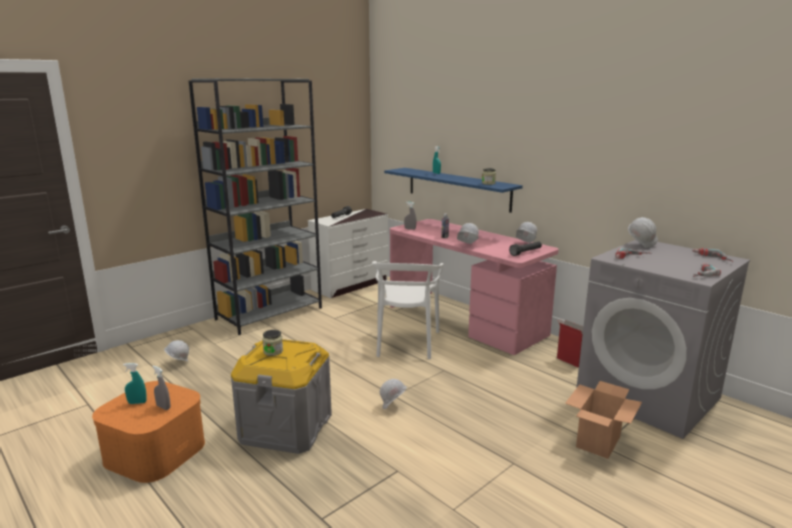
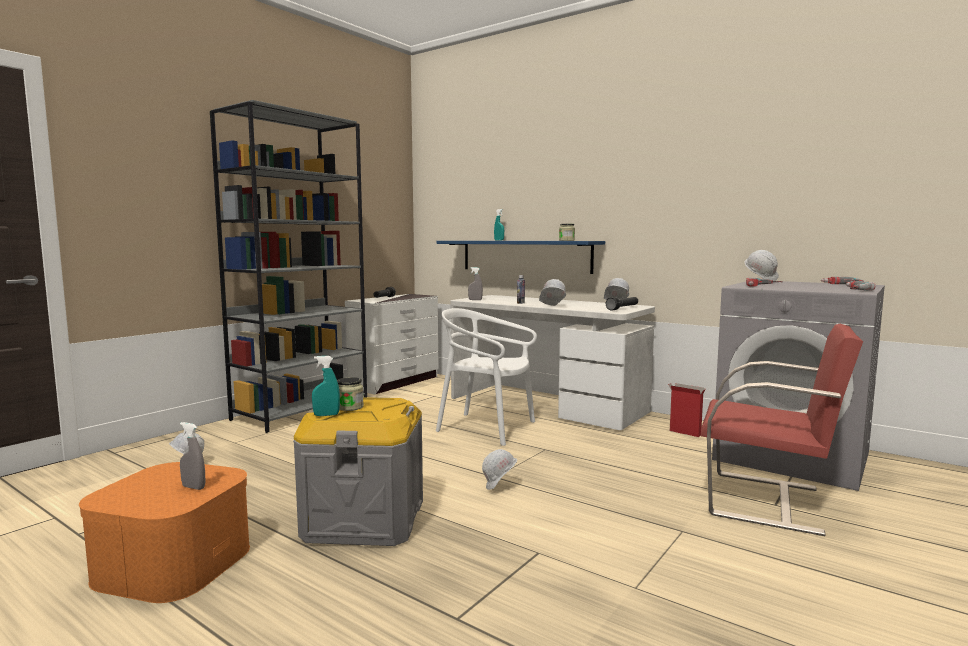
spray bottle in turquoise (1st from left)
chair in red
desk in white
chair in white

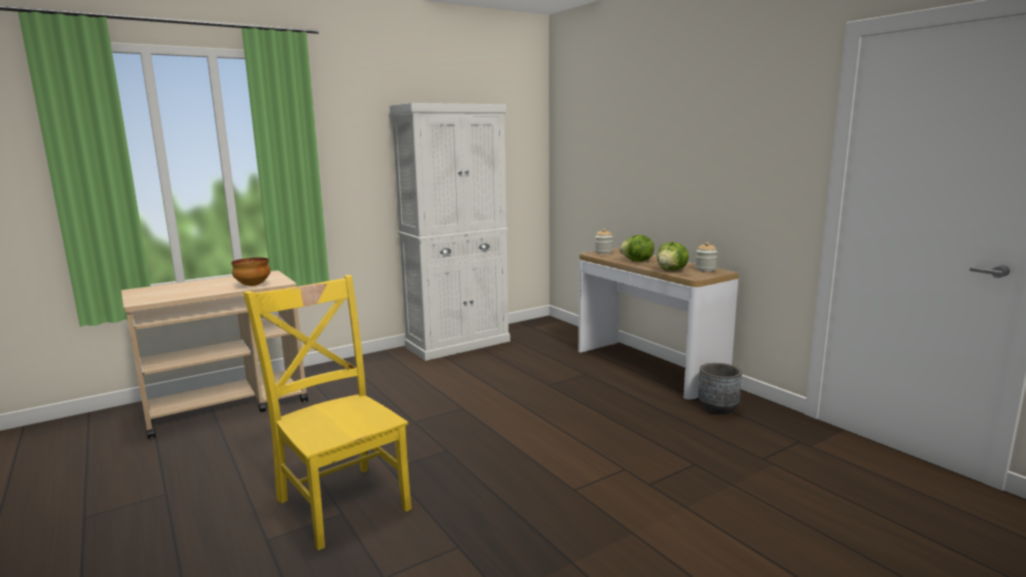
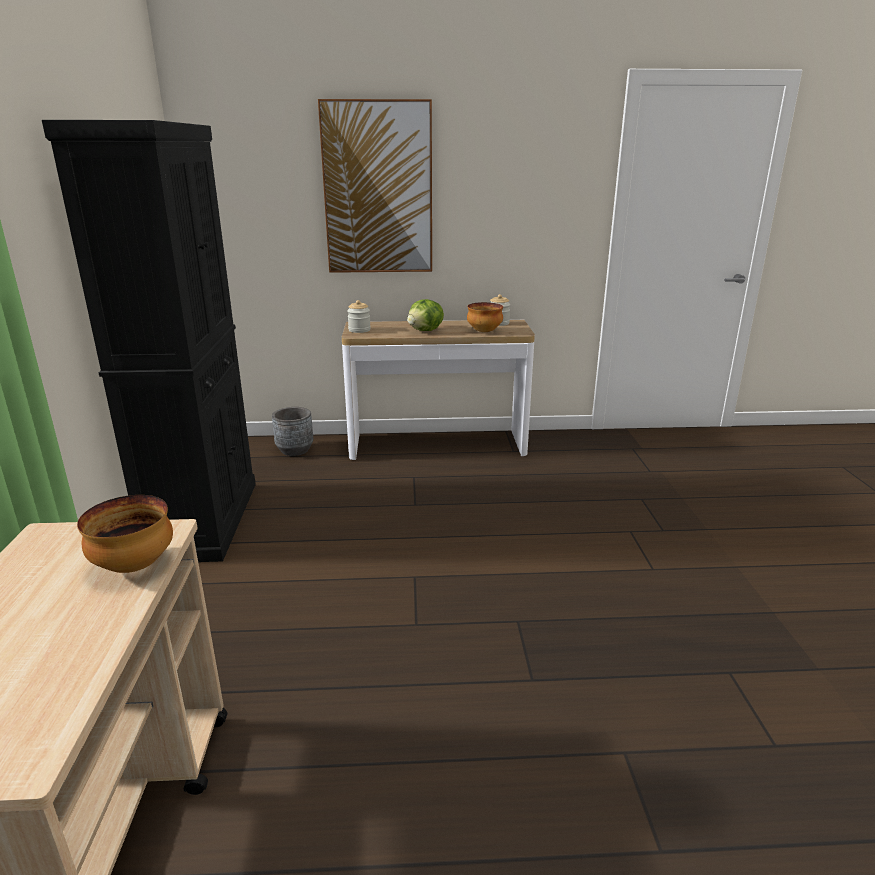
chair in yellow
picture
planter in grey
bowl (2nd from left)
cabinet in black

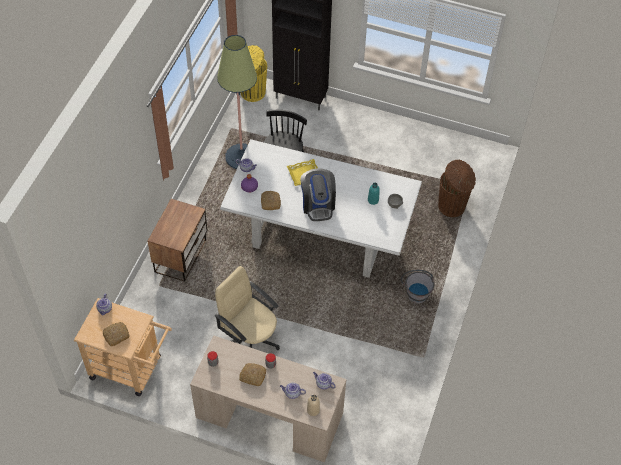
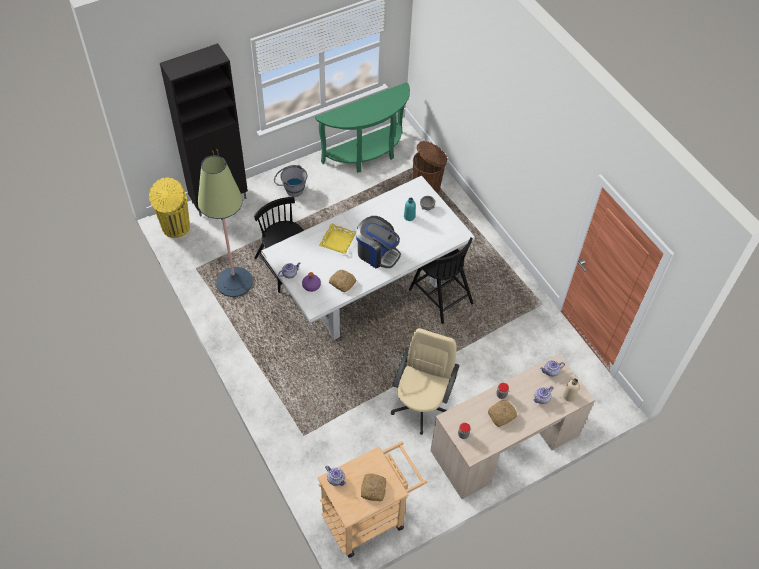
nightstand
console table in green
chair in black (2nd from left)
bucket in grey
office chair in beige

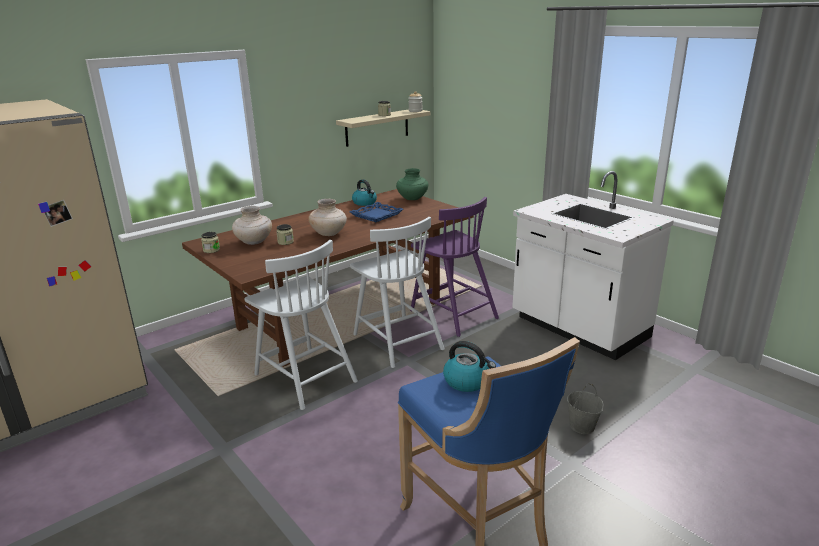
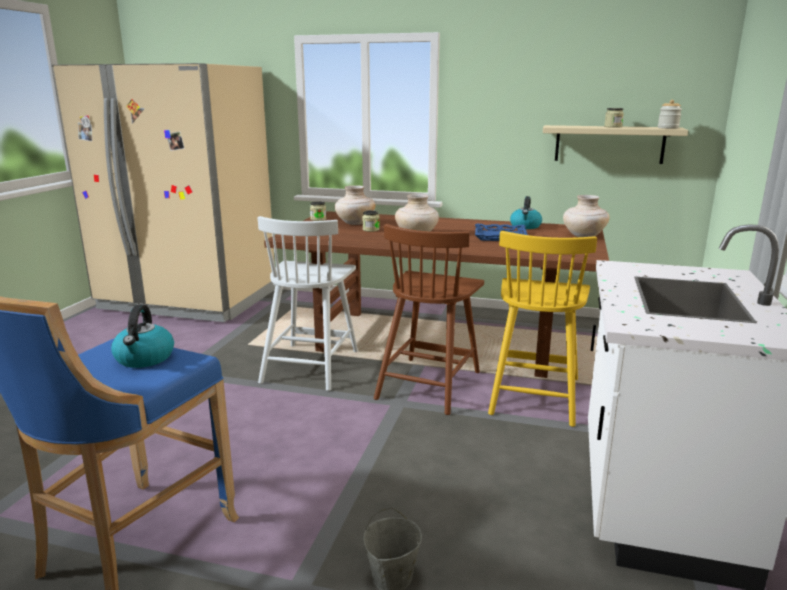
chair in brown
vase in beige (3rd from left)
chair in yellow

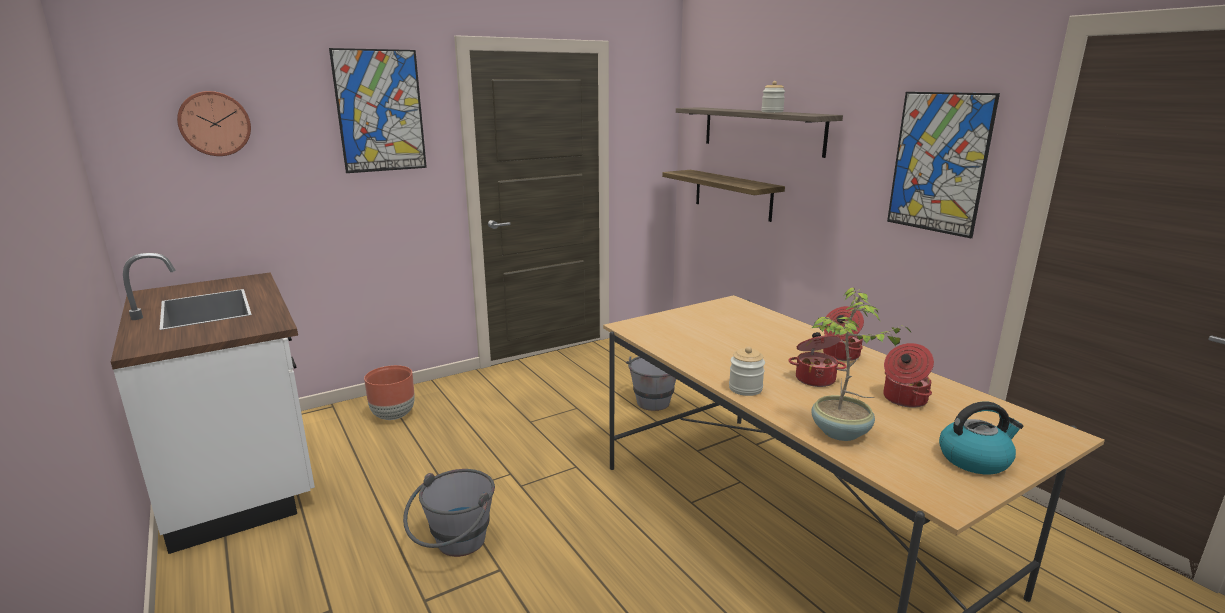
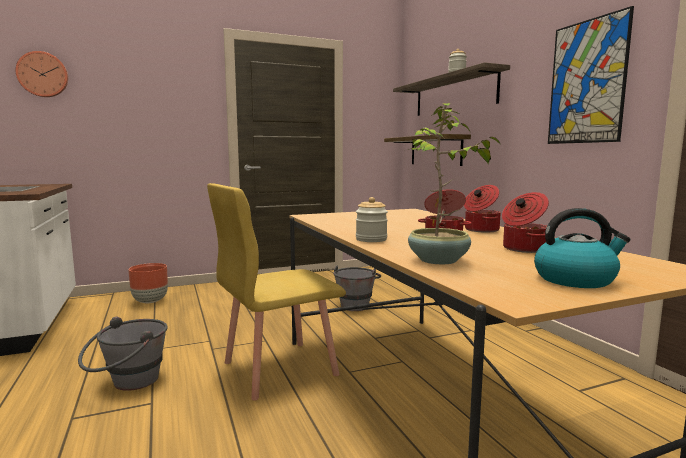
picture (1st from left in the first image)
chair in yellow

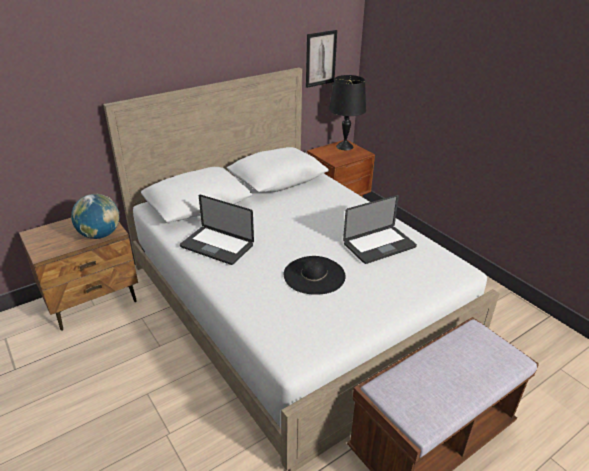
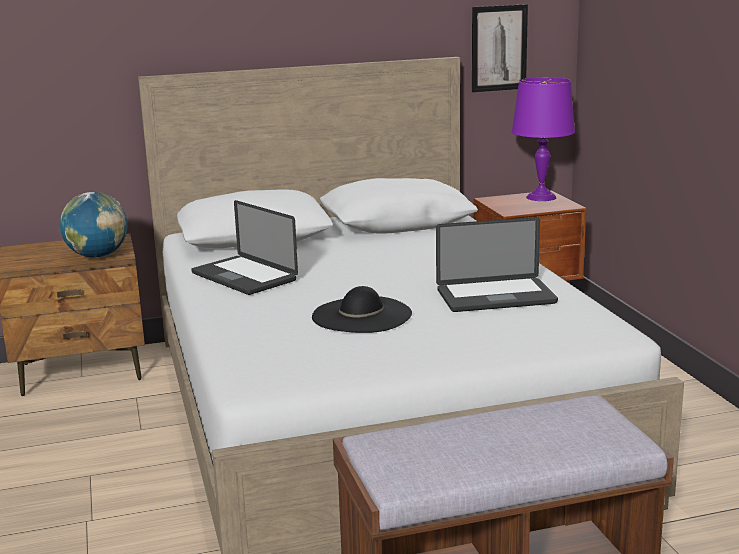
table lamp in purple

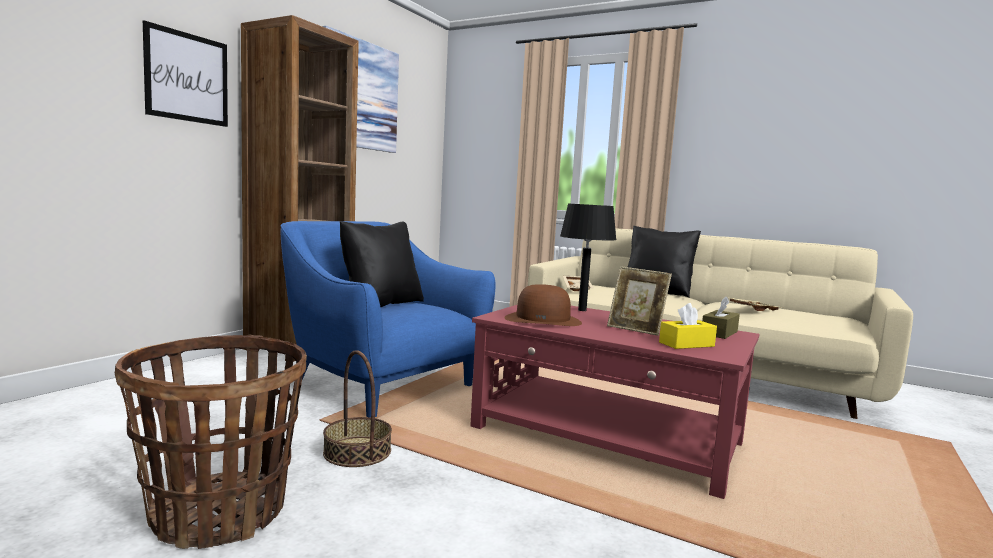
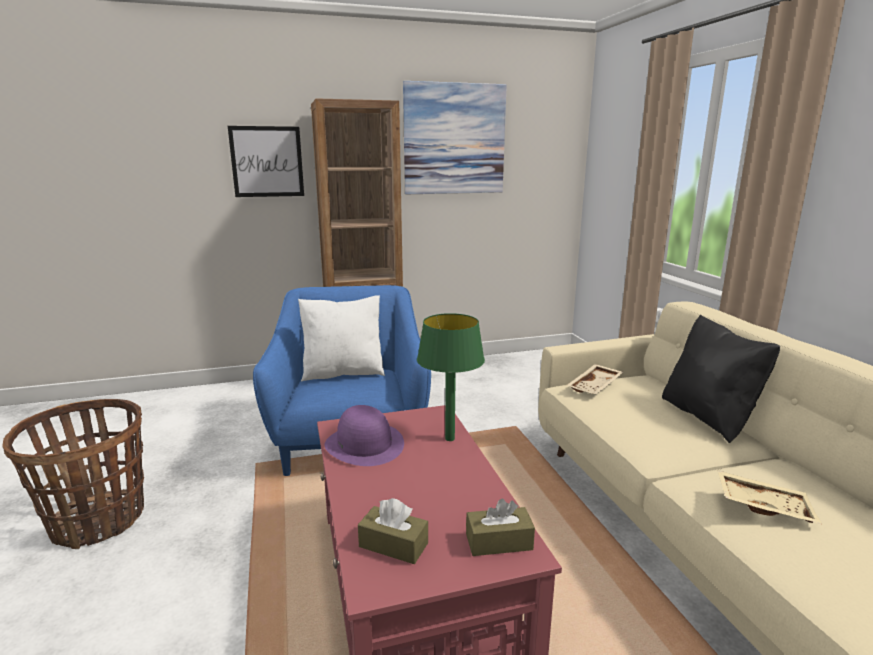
basket (2nd from left in the first image)
picture frame
pillow in white
hat in purple
table lamp in green
tissue box in brown (1st from left)

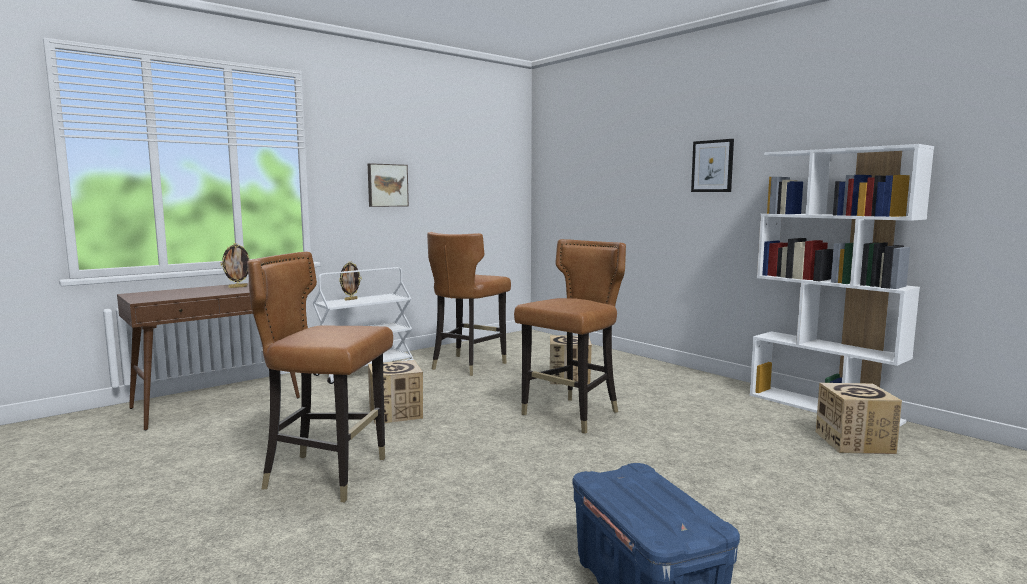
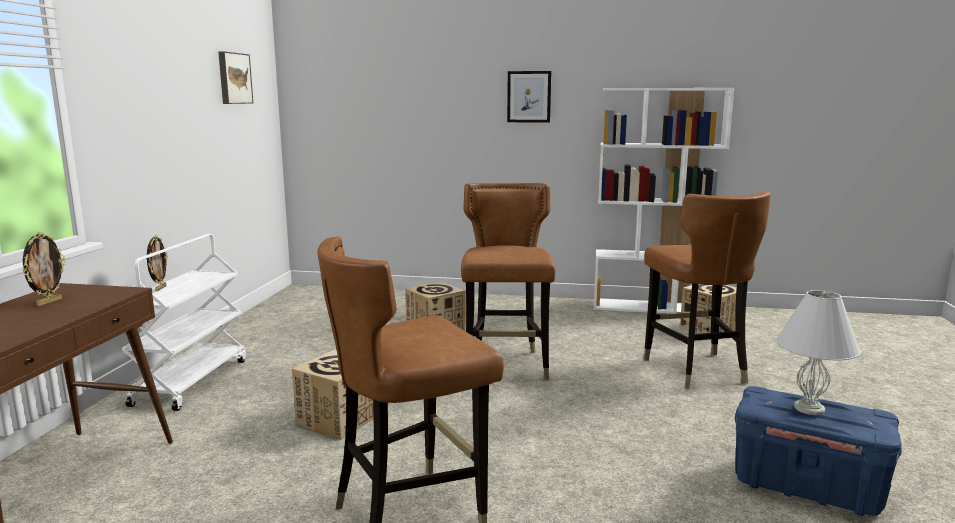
table lamp in white
picture (1st from left)
chair in brown (3rd from left)

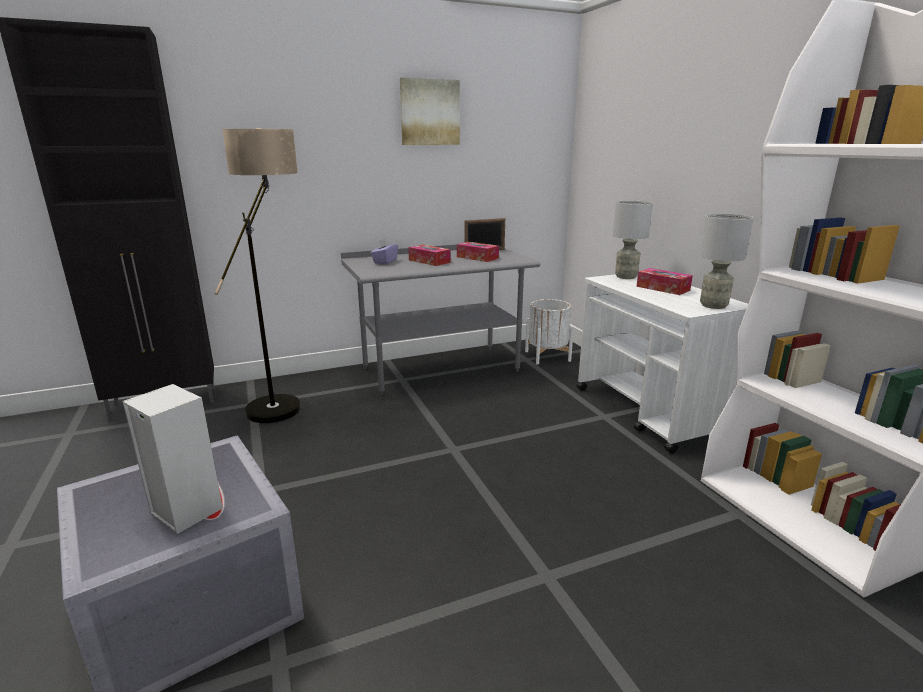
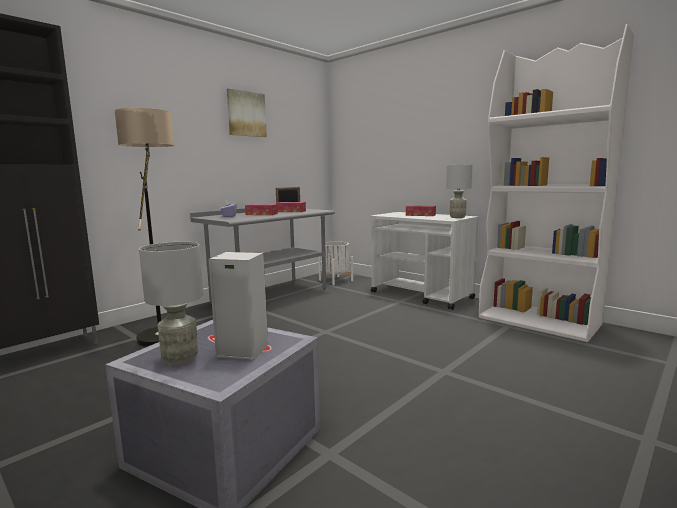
table lamp in grey (1st from left)

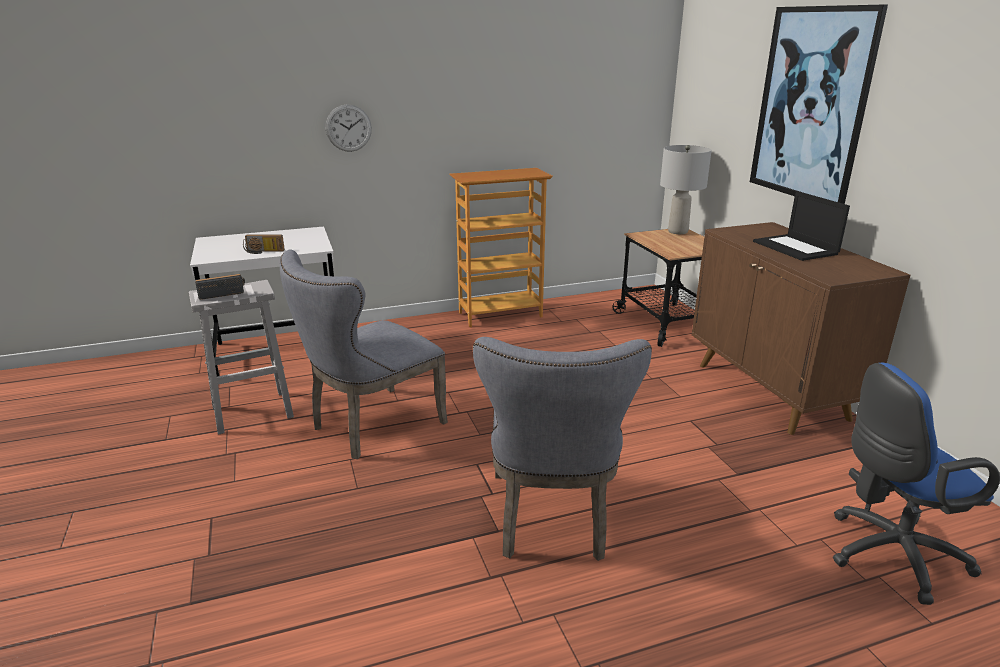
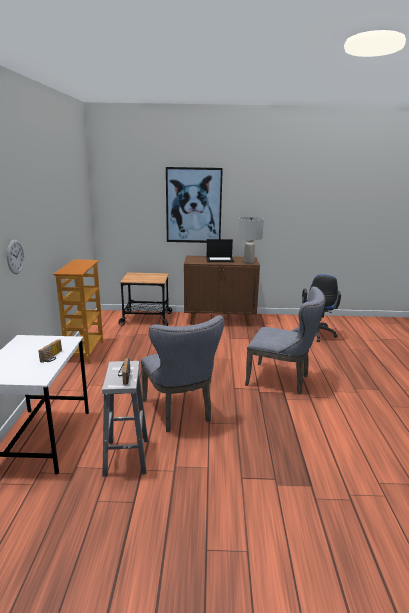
table lamp in grey

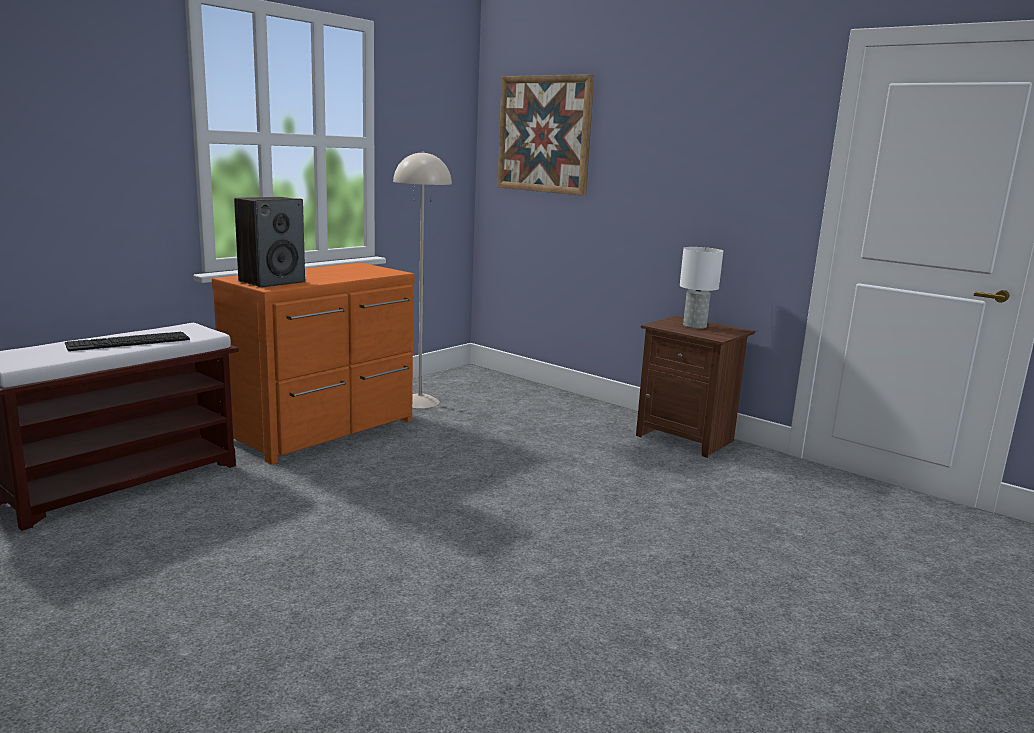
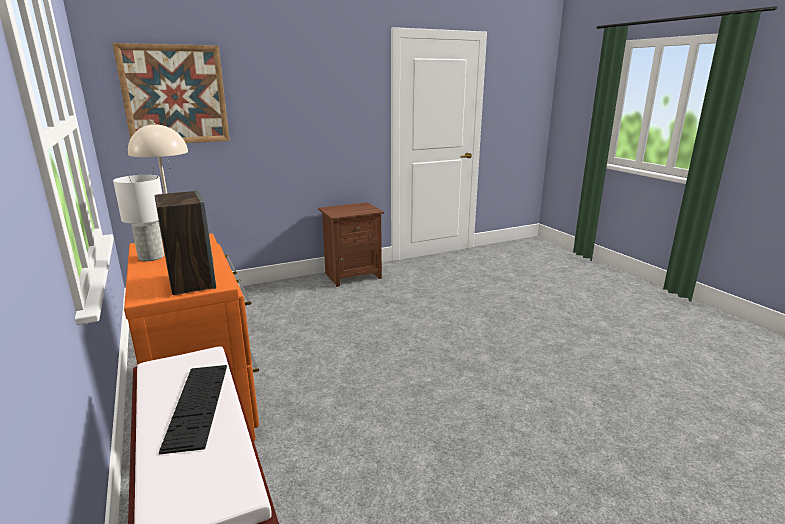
table lamp in white

